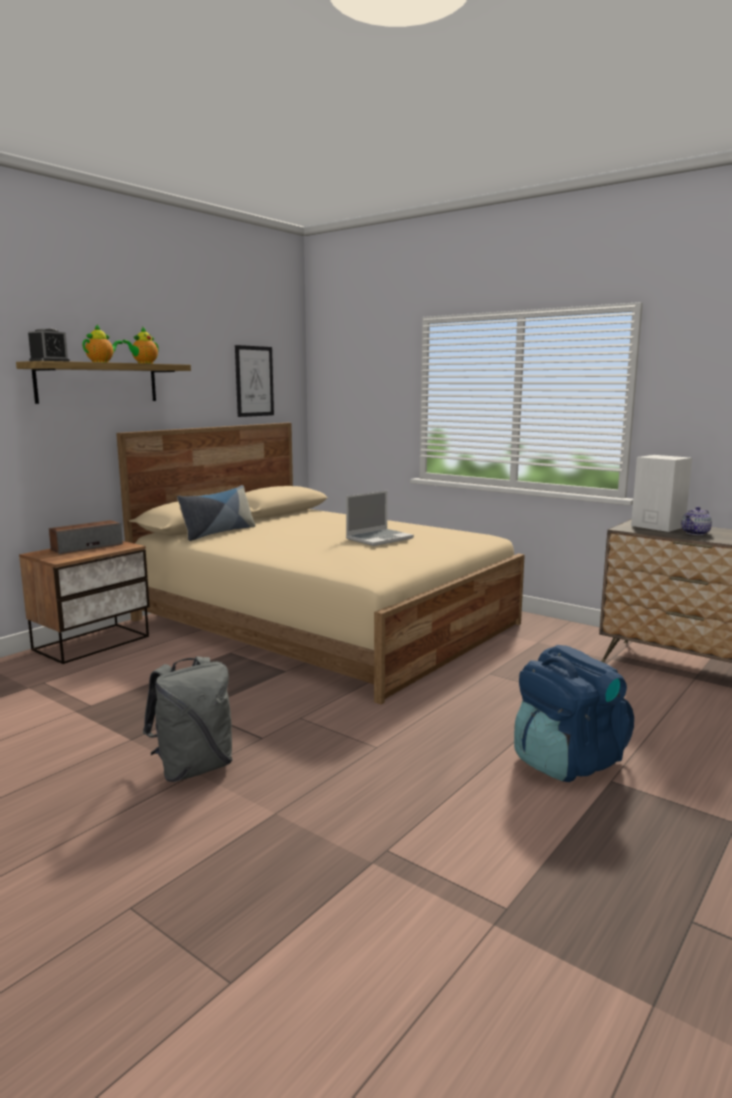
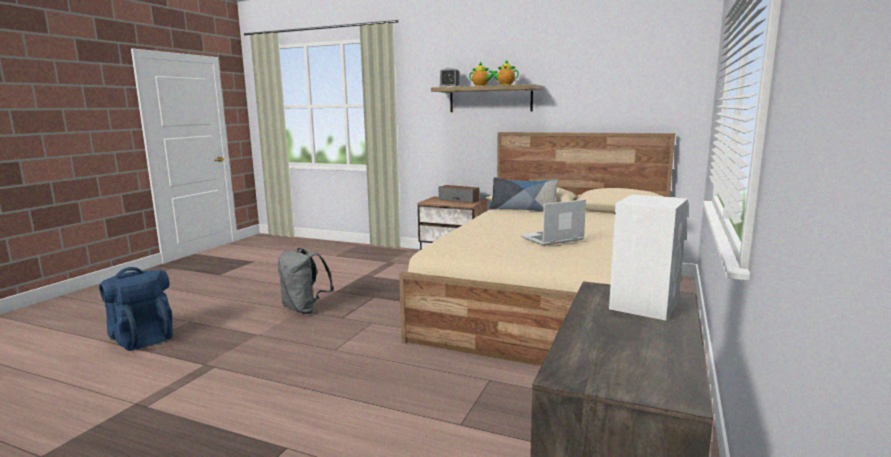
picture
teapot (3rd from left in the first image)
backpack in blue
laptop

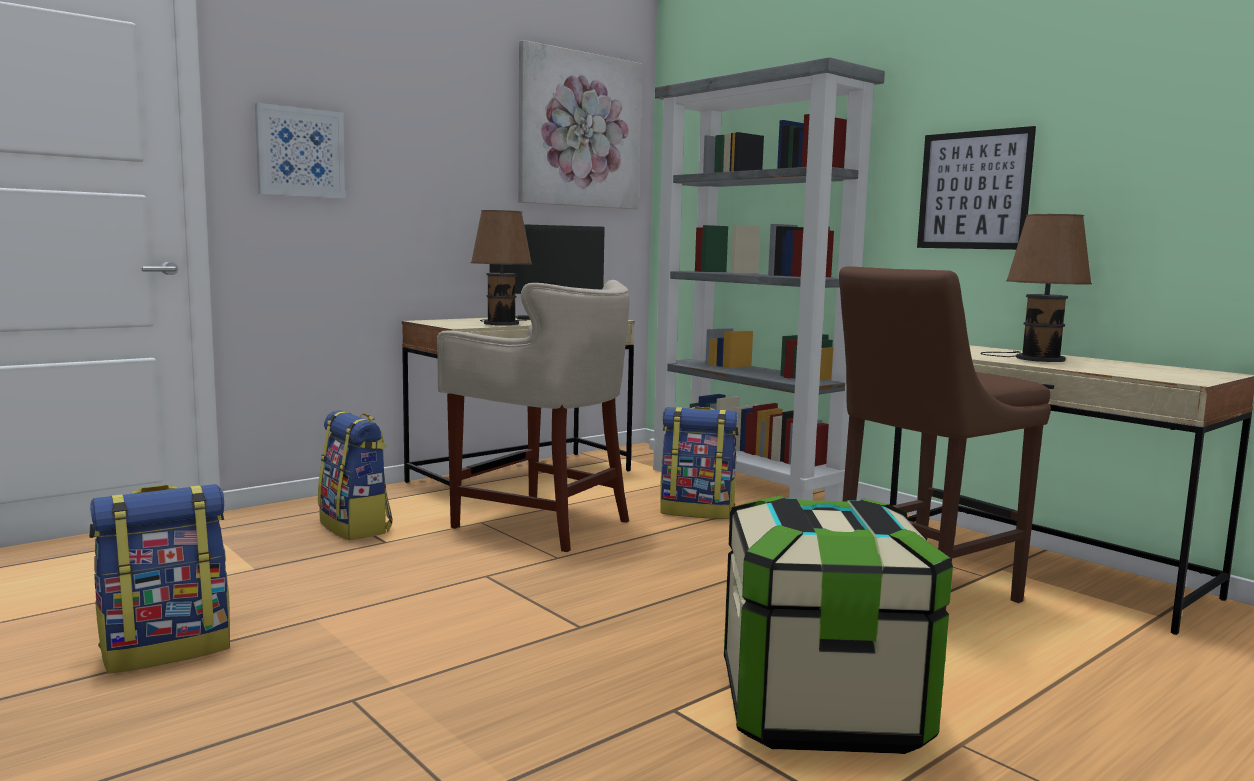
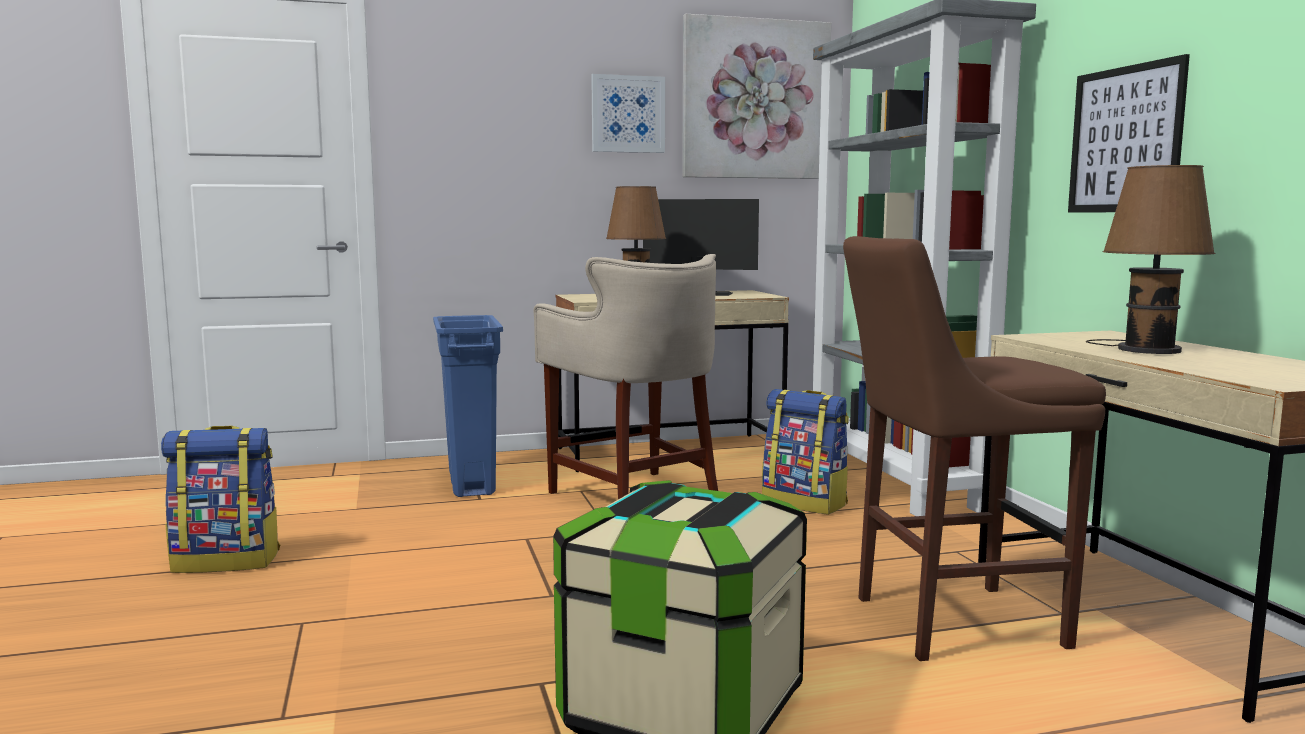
picture (1st from left)
trash can in blue

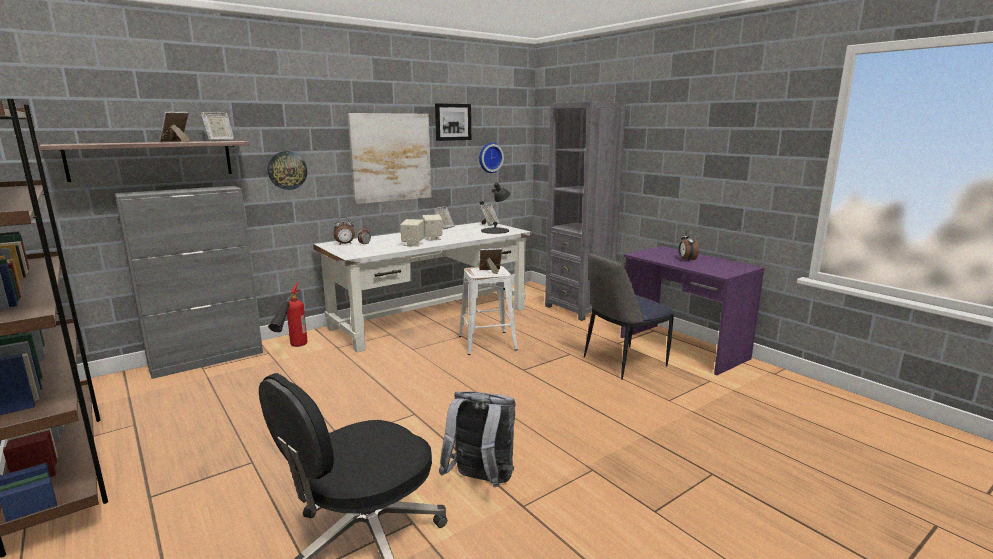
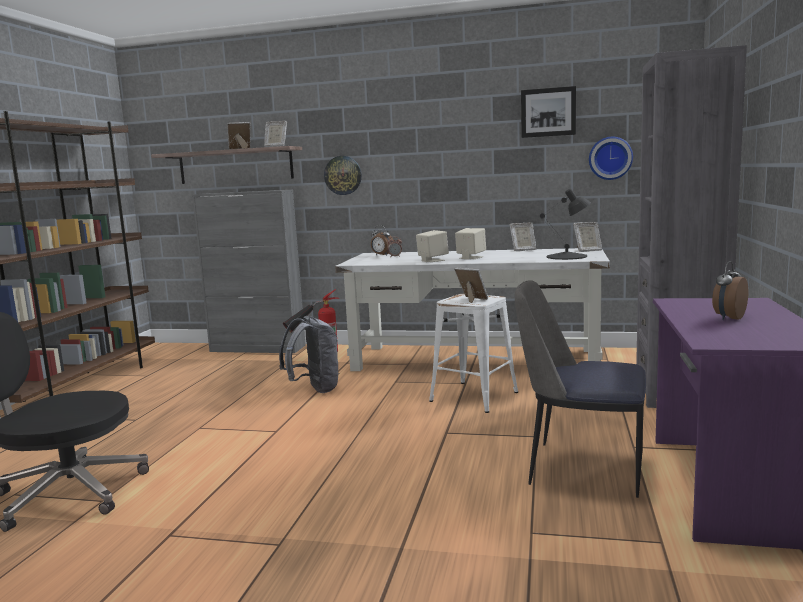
picture (1st from left in the first image)
backpack in grey

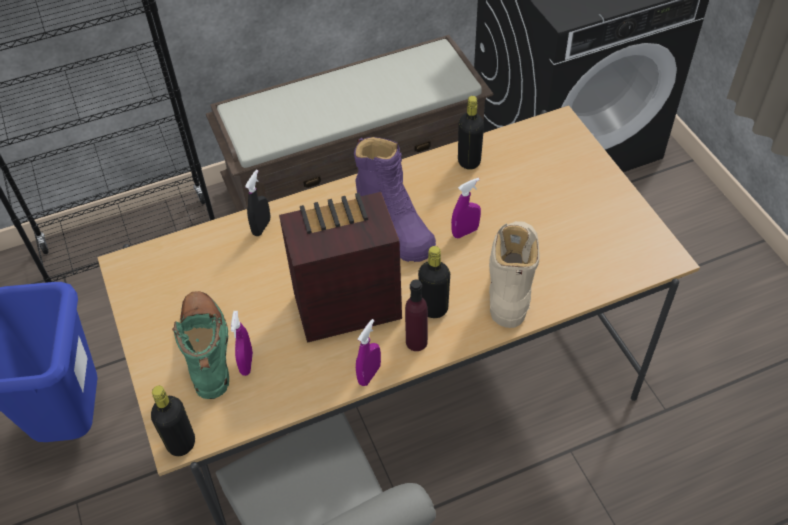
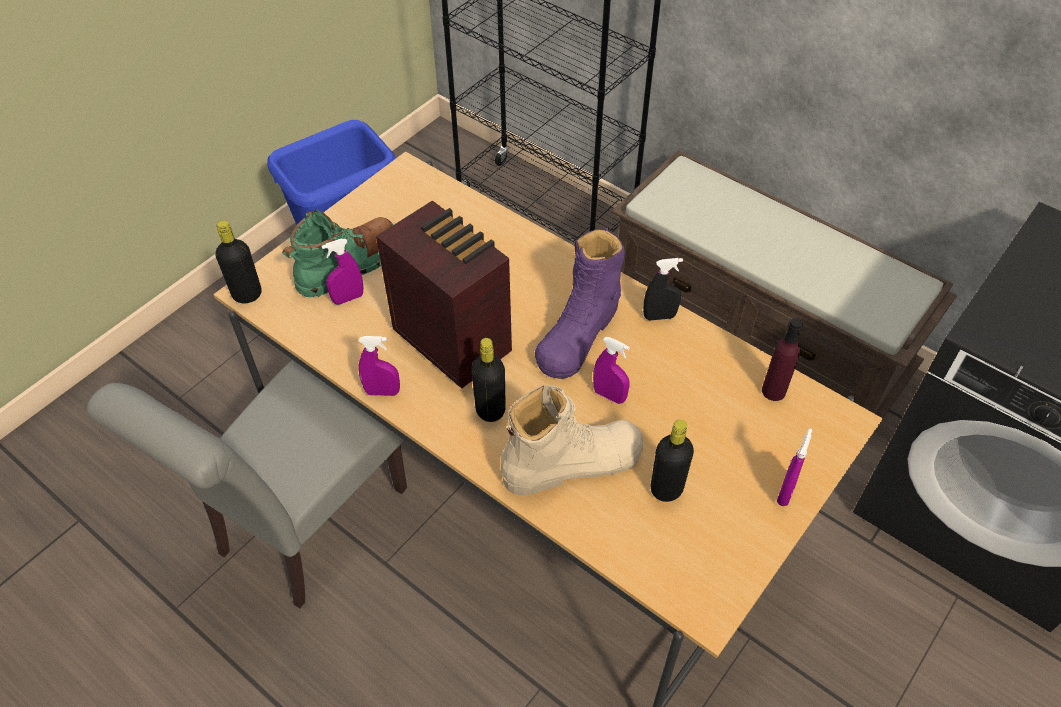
spray bottle in purple (4th from left)
spray bottle in black
bottle in purple
bottle in black (3rd from left)

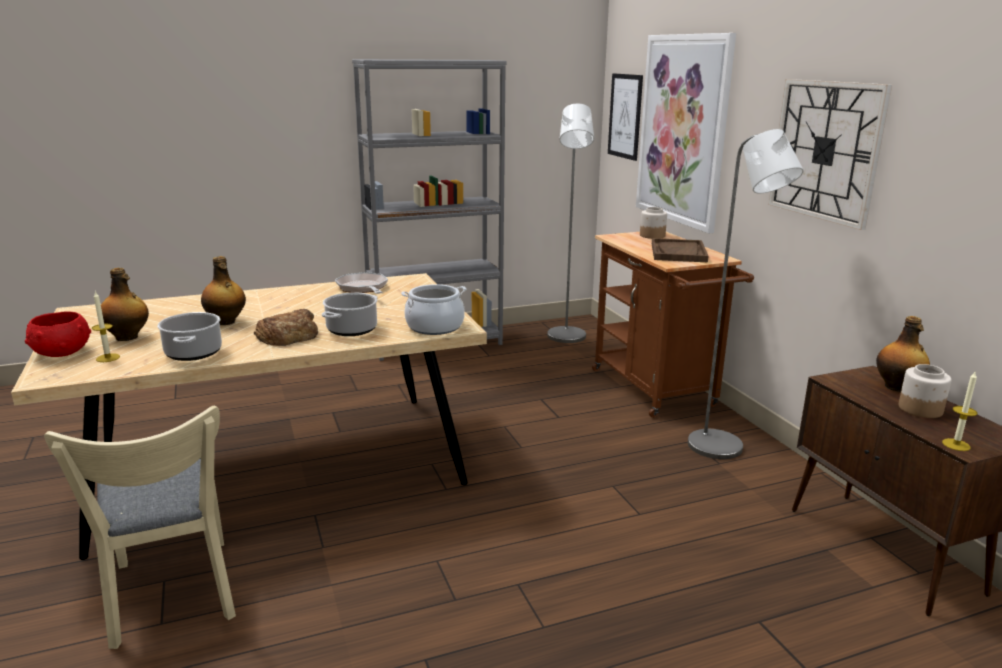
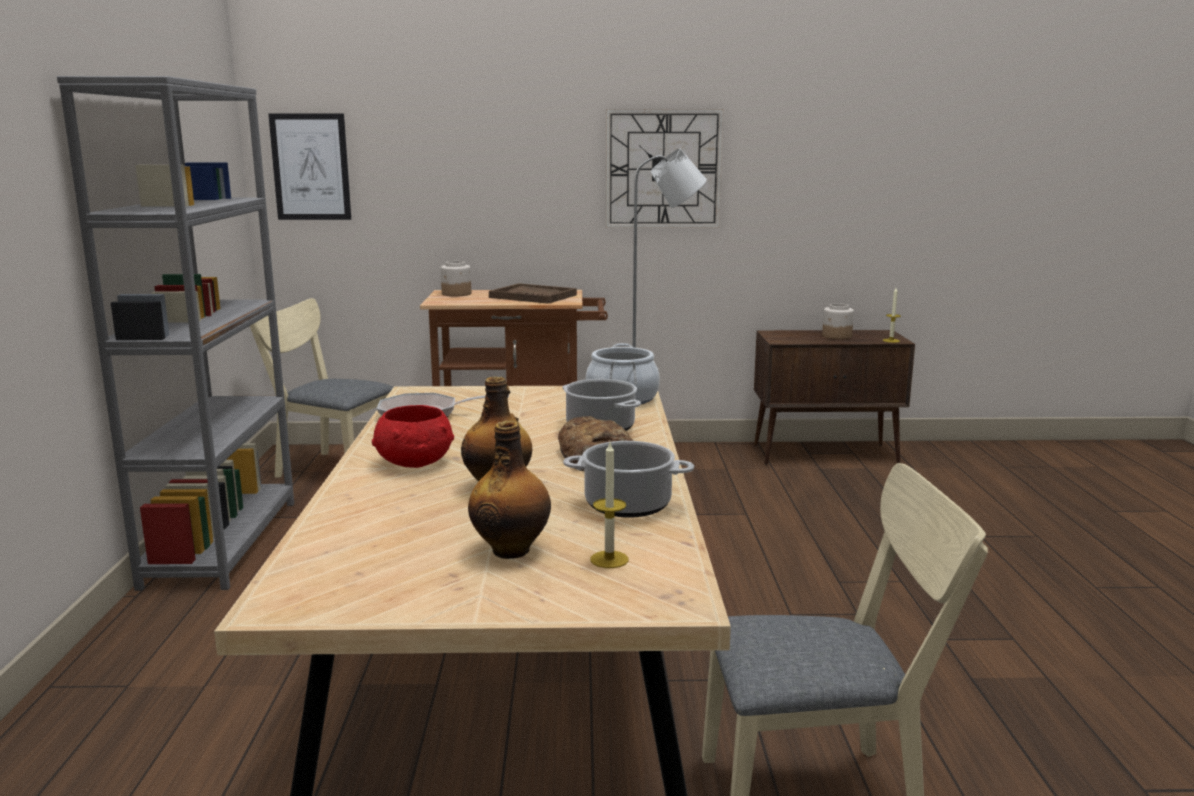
picture (2nd from left in the first image)
bottle (3rd from left in the first image)
bowl in red
chair in beige (1st from left)

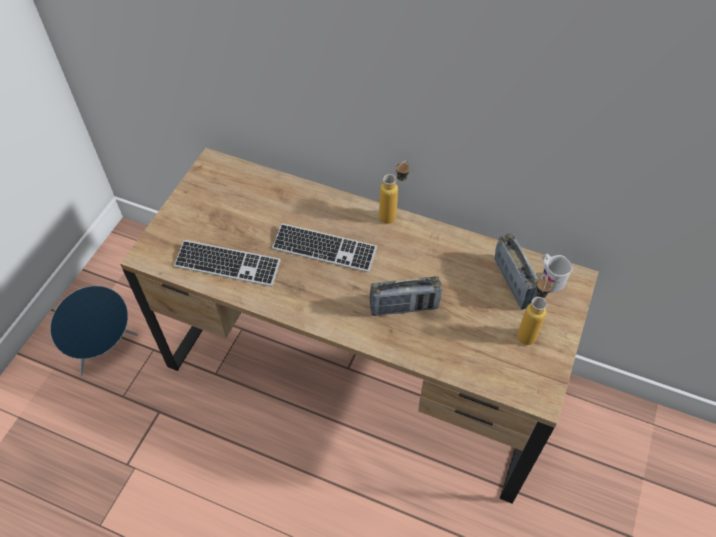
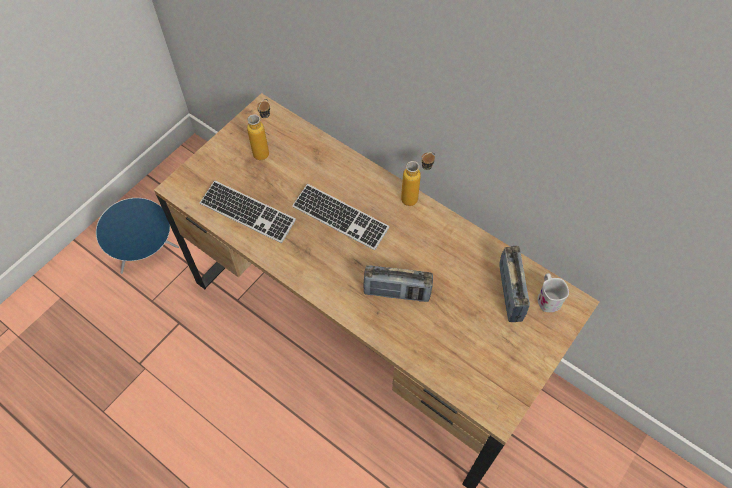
bottle (1st from left)

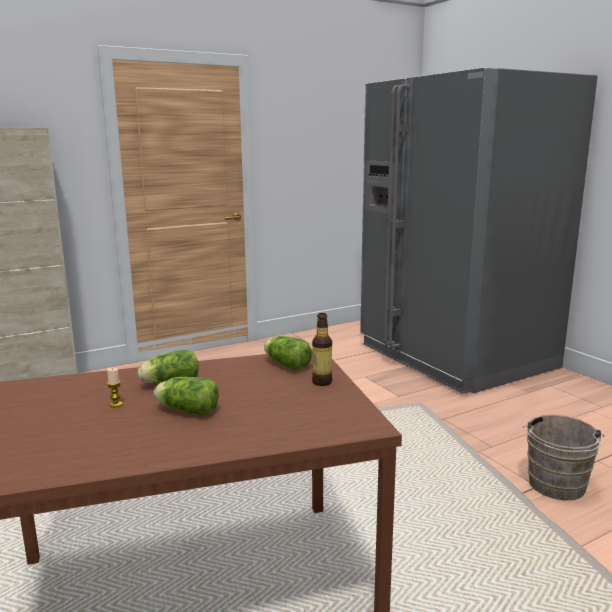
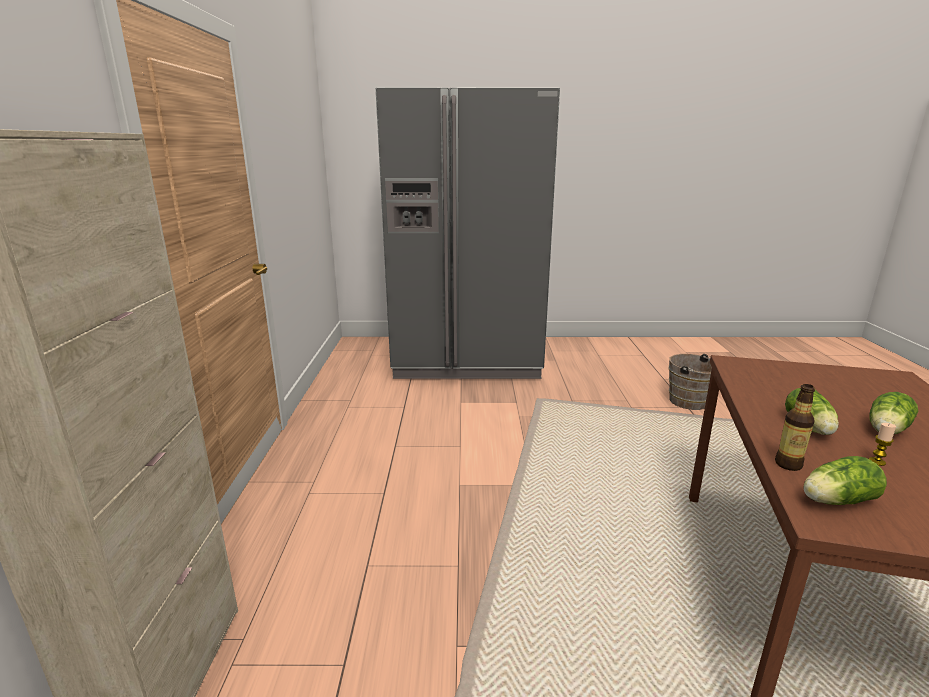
lettuce (2nd from left)
bottle

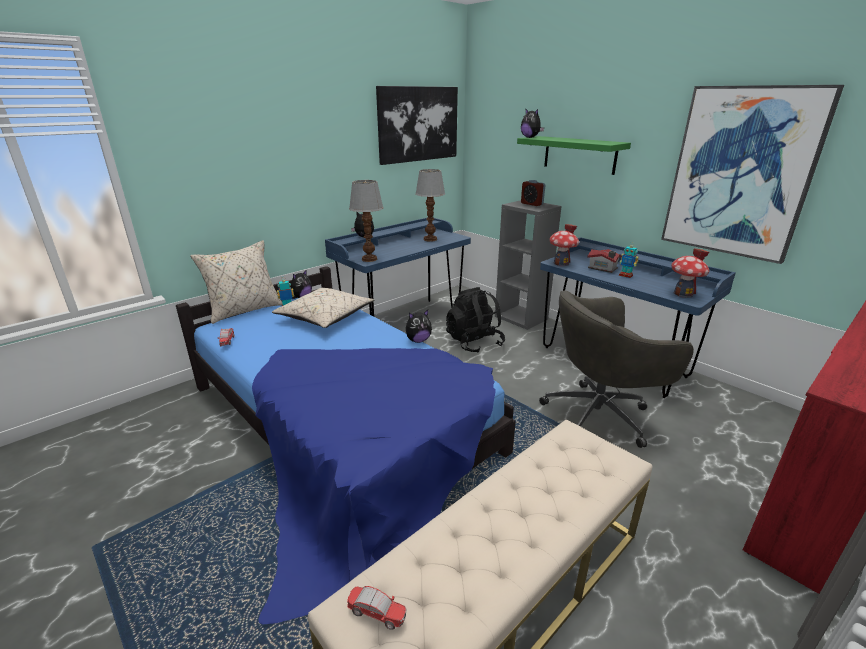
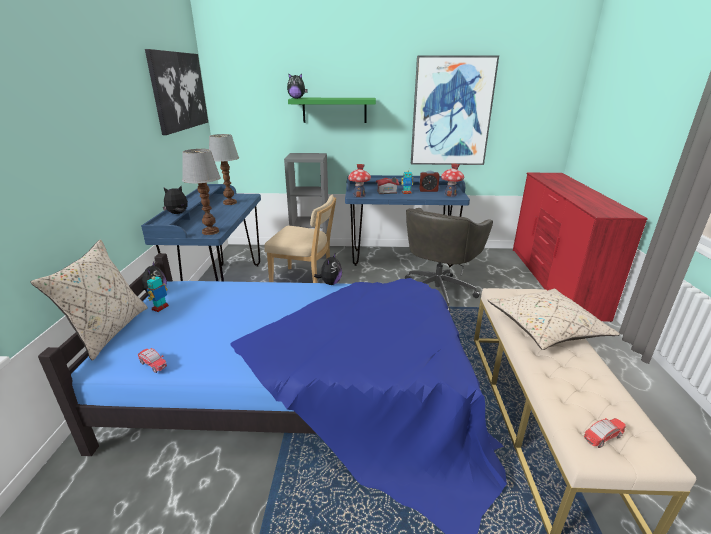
pillow in beige (2nd from left)
alarm clock
chair in beige

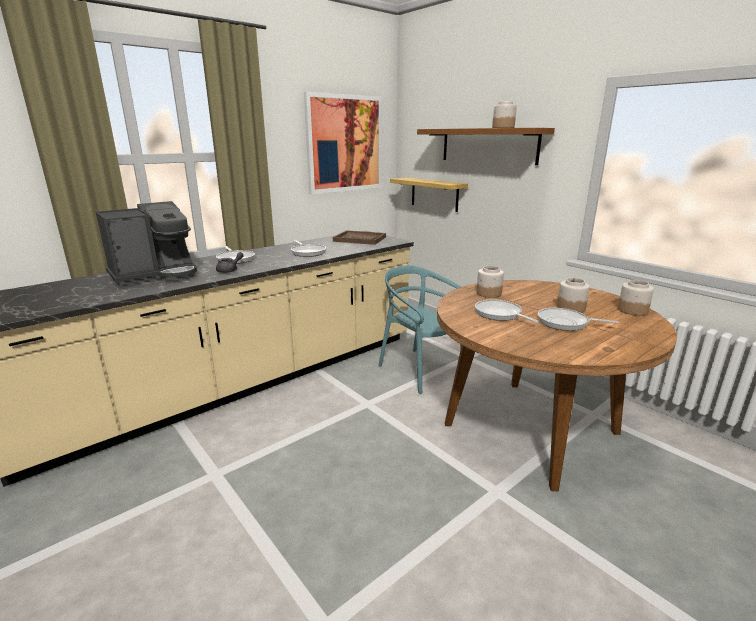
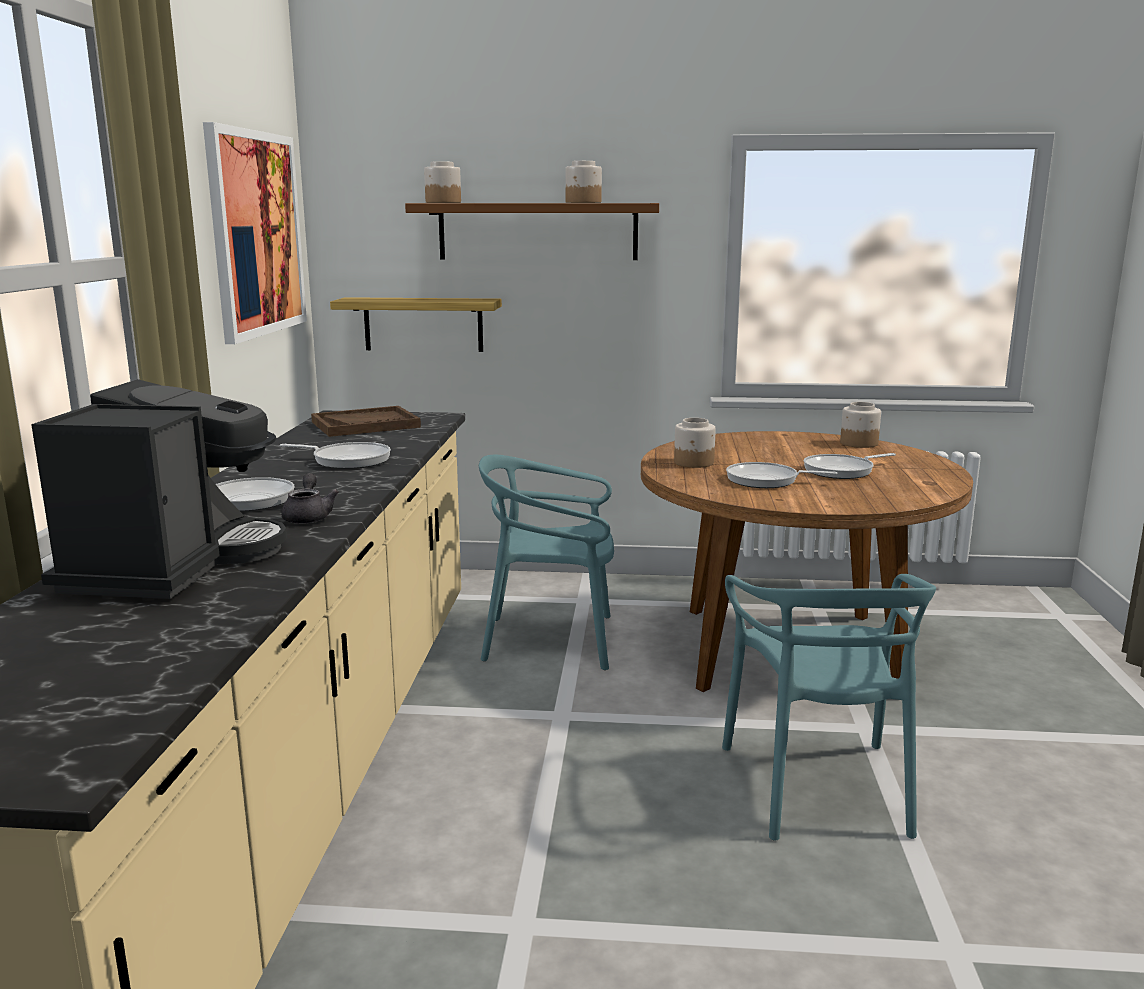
chair in turquoise (2nd from left)
jar (1st from left)

